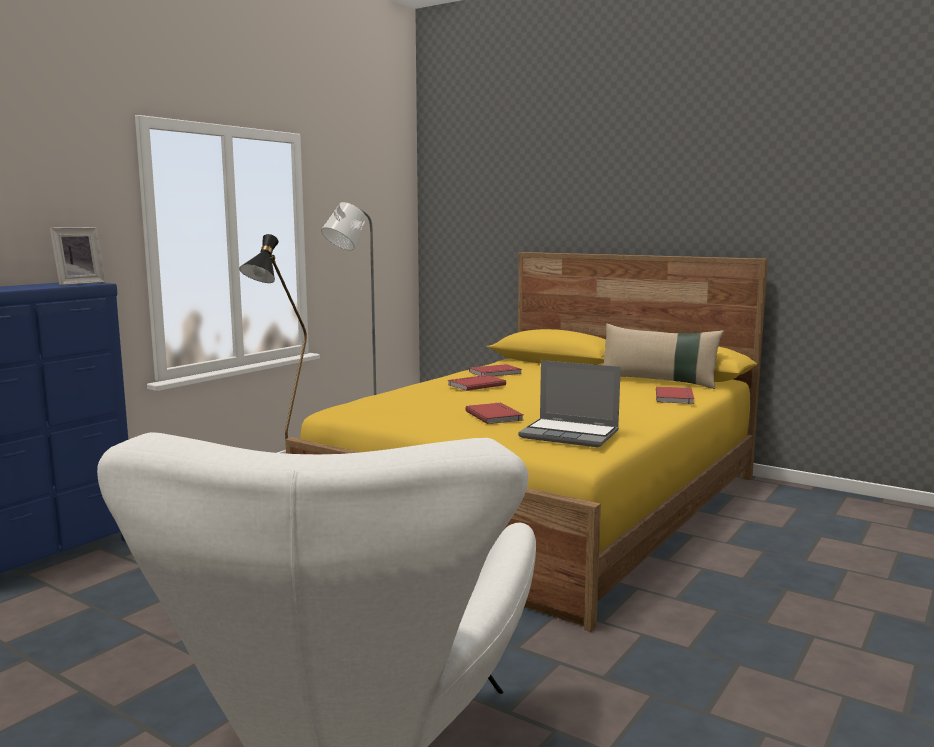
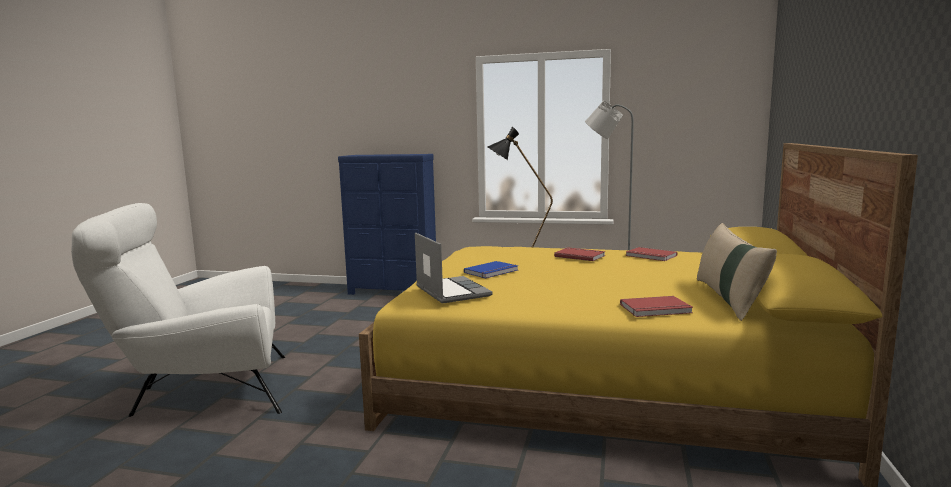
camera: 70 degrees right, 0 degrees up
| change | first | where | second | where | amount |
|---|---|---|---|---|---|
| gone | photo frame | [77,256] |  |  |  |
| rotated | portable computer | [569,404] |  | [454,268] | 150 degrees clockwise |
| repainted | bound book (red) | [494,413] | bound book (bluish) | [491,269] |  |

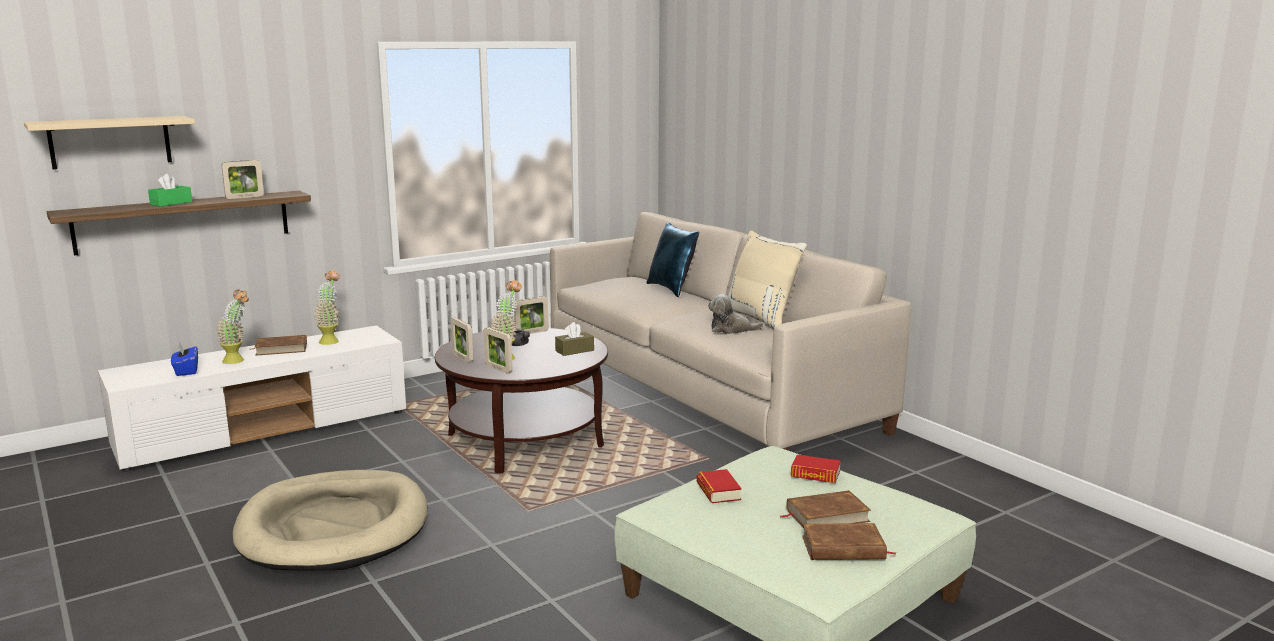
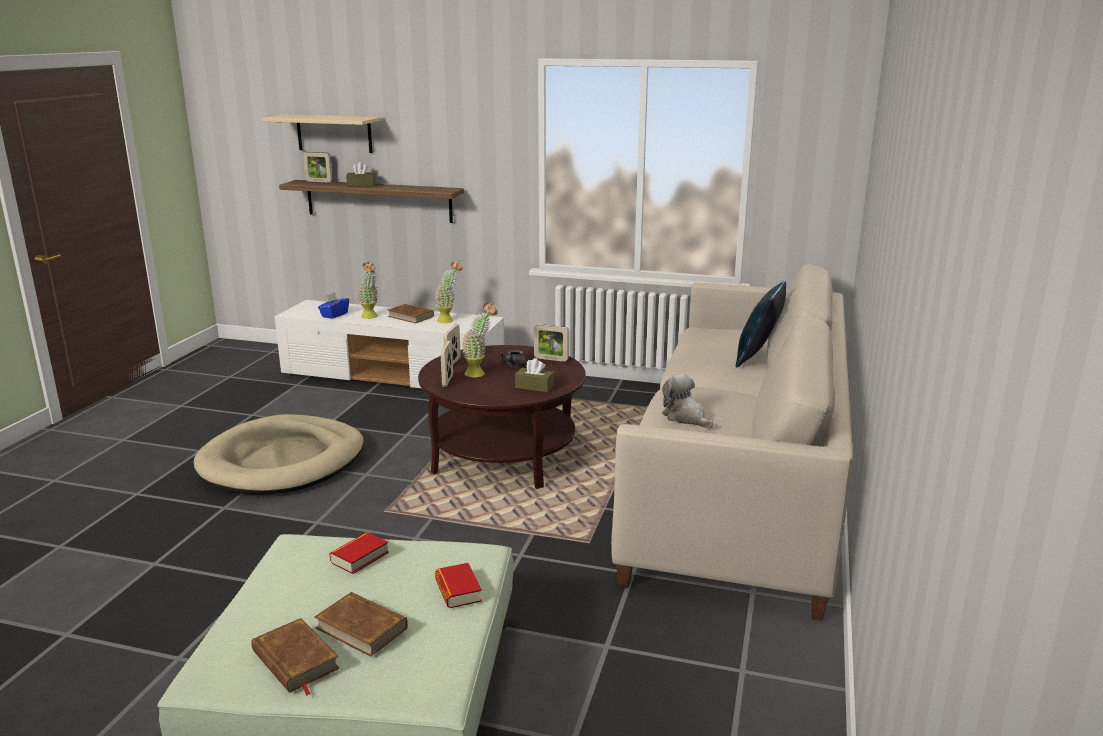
camera: 50 degrees right, 5 degrees up
| change | first | where | second | where | amount |
|---|---|---|---|---|---|
| shifted | photo frame | [242,179] |  | [317,167] |  |
| repainted | tissue box (greenish) | [170,190] | tissue box (brown-coloured) | [361,174] |  |
| gone | pillow (beige) | [767,279] |  |  |  |

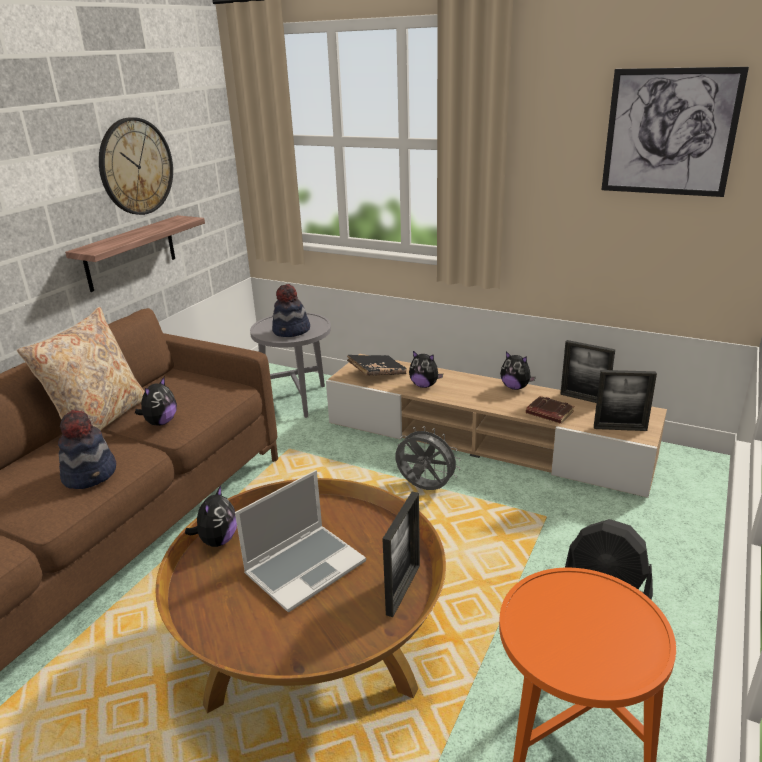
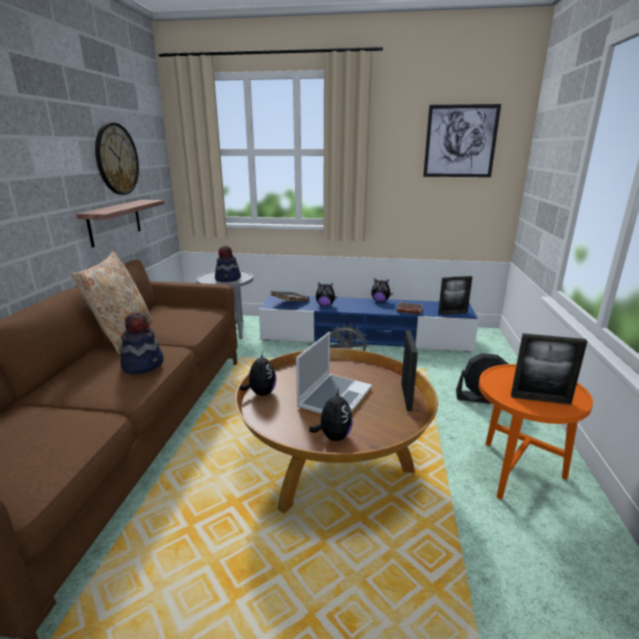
camera: 20 degrees left, 5 degrees down
| change | first | where | second | where | amount |
|---|---|---|---|---|---|
| shifted | photo frame | [587,371] |  | [549,369] |  |
| repainted | tv stand (beige) | [496,426] | tv stand (bluish) | [369,323] |  |
| shifted | plush toy | [156,401] |  | [331,414] |  |

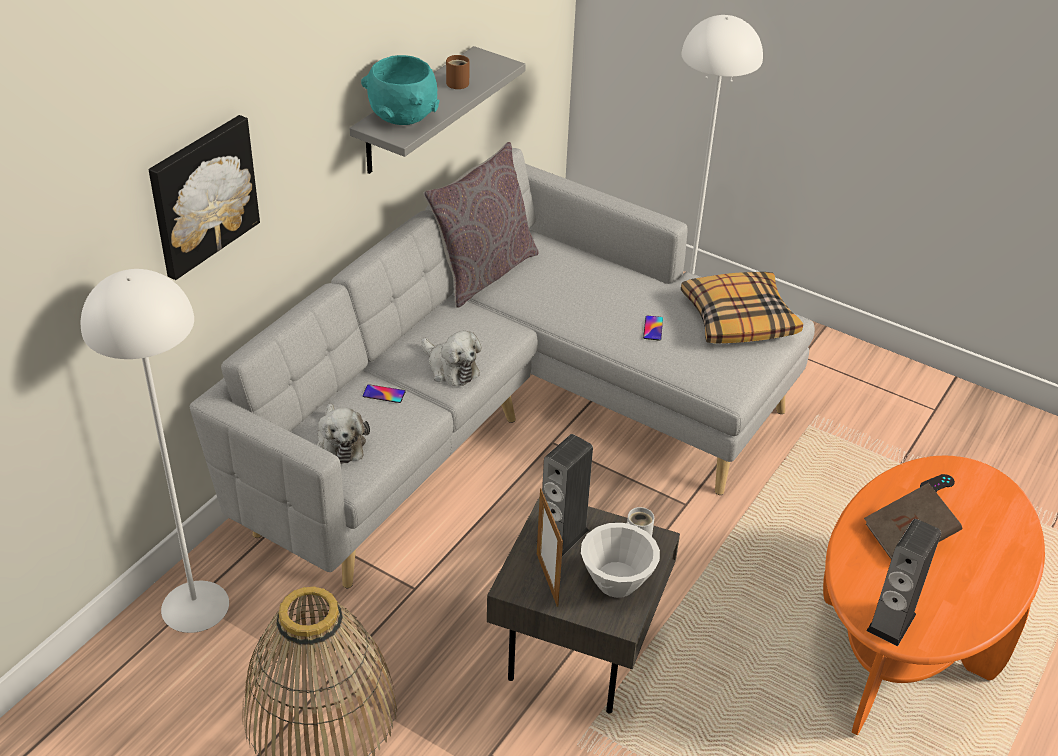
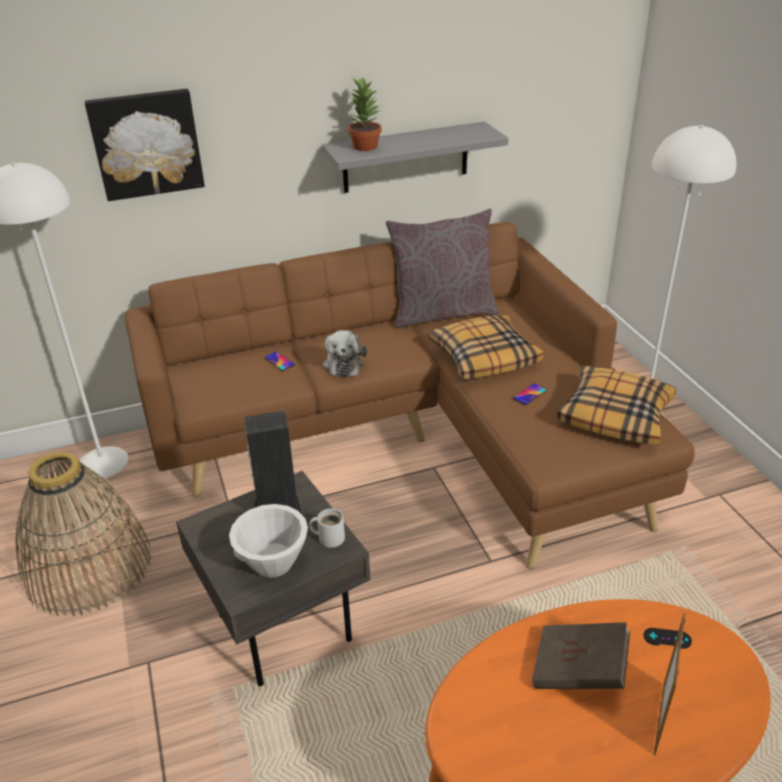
camera: 40 degrees right, 5 degrees down
| change | first | where | second | where | amount |
|---|---|---|---|---|---|
| swapped | serving bowl (turquoise-coloured) | [400,90] | potted plant | [365,114] |  |
| gone | mug (brown-coloured) | [457,72] |  |  |  |
| repainted | settee (gray) | [502,368] | settee (brown-coloured) | [409,395] |  |
| gone | plush toy | [343,433] |  |  |  |
| shifted | photo frame | [550,547] |  | [669,684] |  |
| gone | speaker | [903,582] |  |  |  |
| new |  |  | pillow | [486,347] |  |

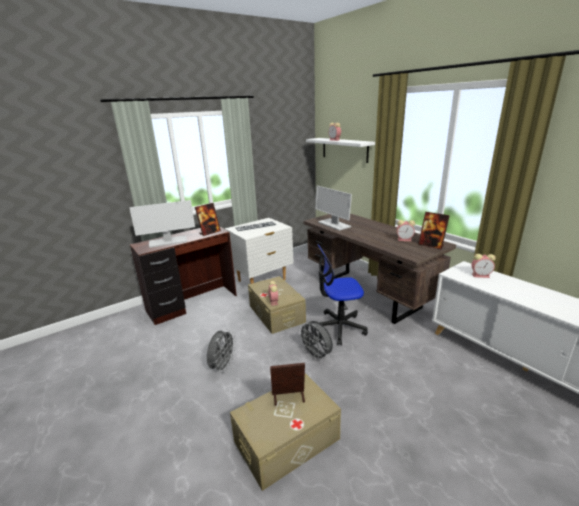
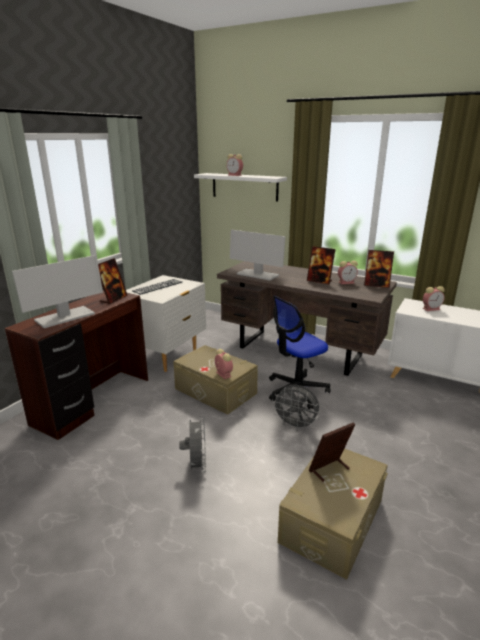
camera: 25 degrees left, 0 degrees up
| change | first | where | second | where | amount |
|---|---|---|---|---|---|
| new |  |  | photo frame | [321,265] |  |

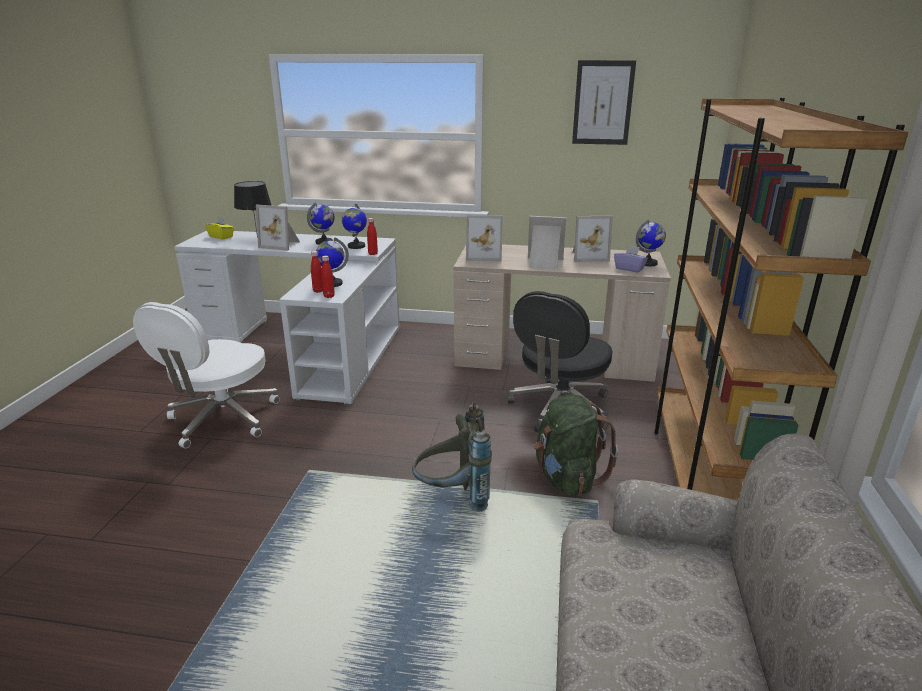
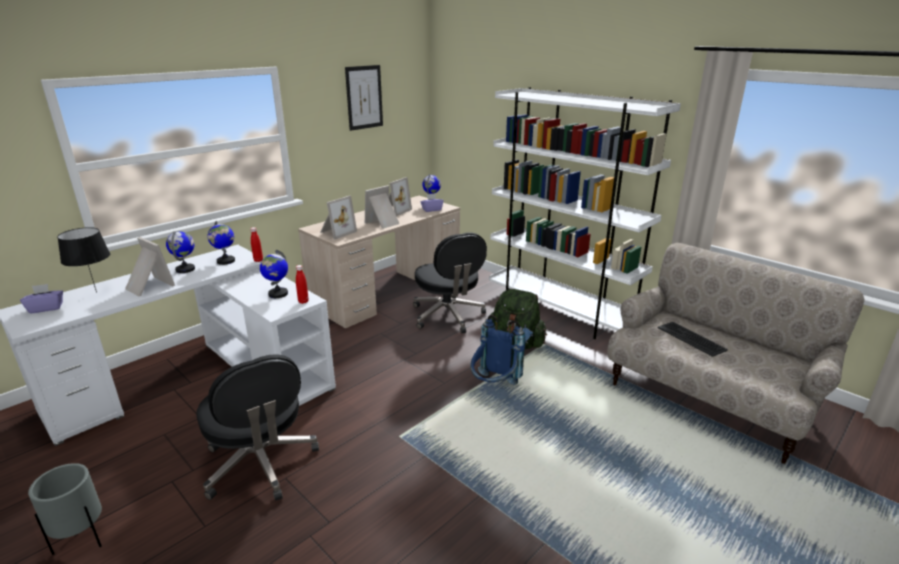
camera: 55 degrees left, 0 degrees up
| change | first | where | second | where | amount |
|---|---|---|---|---|---|
| repainted | bookcase (brown-coloured) | [781,299] | bookcase (whitish) | [585,213] |  |
| rotated | photo frame | [278,228] |  | [150,266] | 105 degrees counterclockwise |
| repainted | tissue box (yellow) | [219,228] | tissue box (purple-coloured) | [41,299] |  |
| gone | bottle (red) | [317,272] |  |  |  |
| repainted | computer chair (whitish) | [206,375] | computer chair (blackish) | [257,427] |  |
| repainted | backpack (gray) | [452,456] | backpack (bluish) | [497,350] |  |
| new |  |  | computer keyboard | [692,339] |  |
| new |  |  | flower pot (gray) | [65,509] |  |

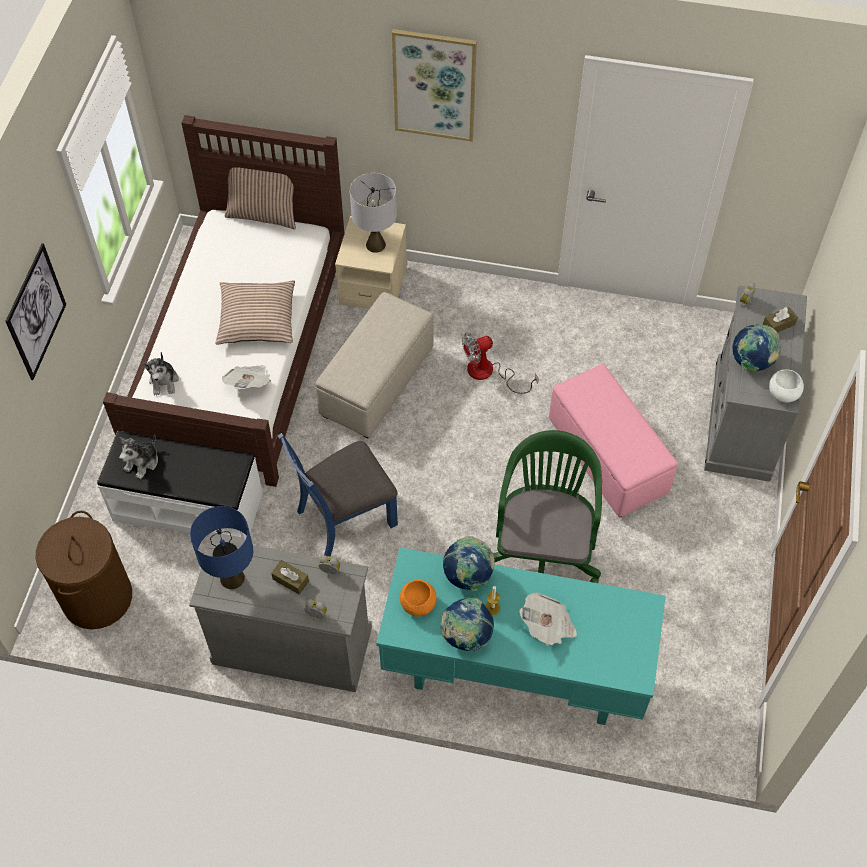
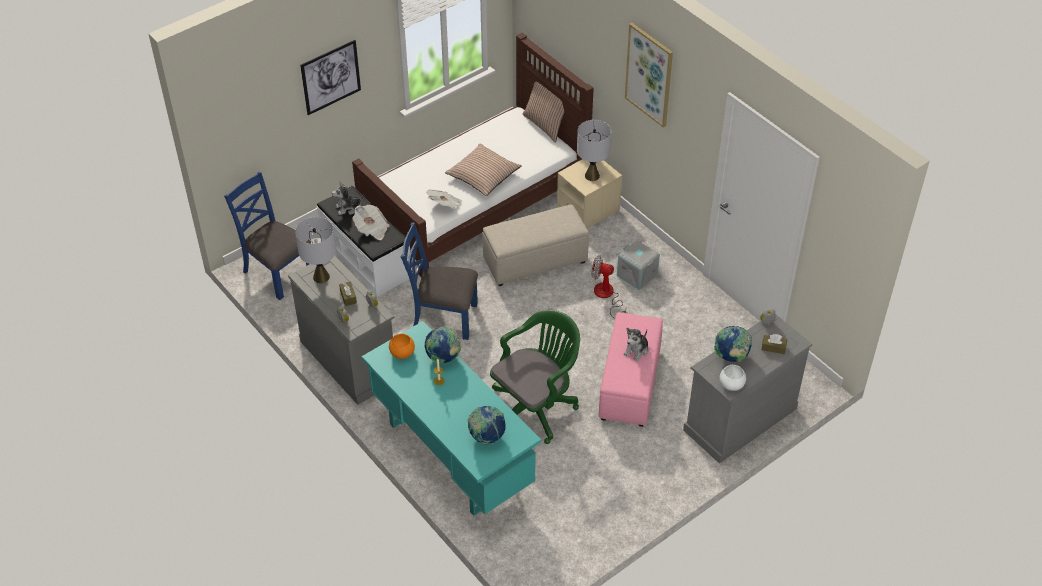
camera: 40 degrees right, 10 degrees down
| change | first | where | second | where | amount |
|---|---|---|---|---|---|
| shifted | plush toy | [160,373] |  | [636,344] |  |
| repainted | tabletop lamp (bluish) | [221,547] | tabletop lamp (gray) | [315,250] |  |
| swapped | hamper (brown-coloured) | [84,570] | plain chair (bluish) | [267,236] |  |
| shifted | printed paper | [548,619] |  | [371,222] |  |
| shifted | desk globe | [467,624] |  | [487,425] |  |
| new |  |  | storage bin (gray) | [638,265] |  |

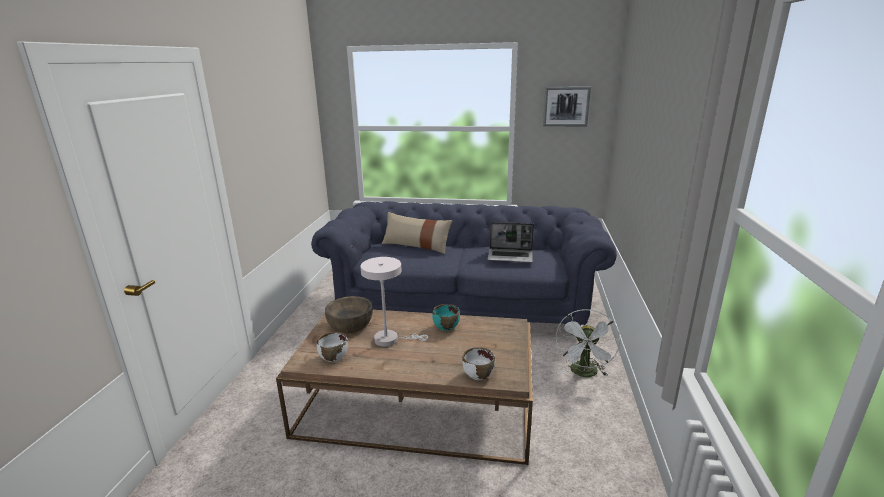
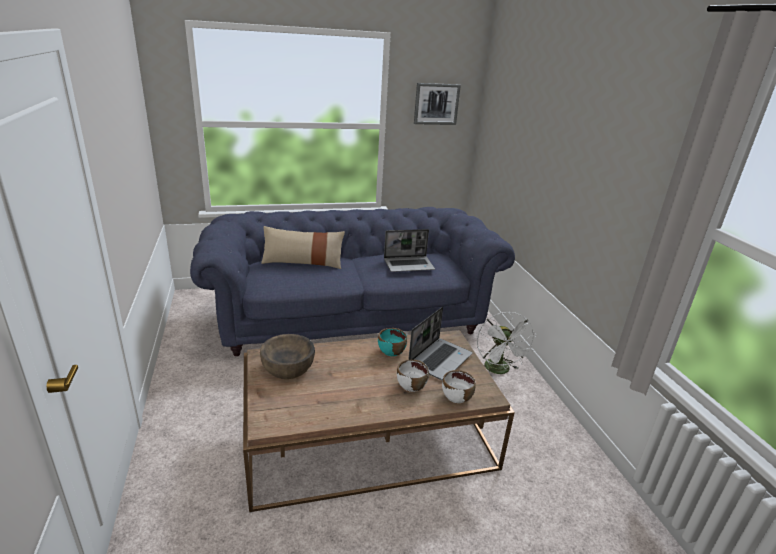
camera: 25 degrees left, 5 degrees up
| change | first | where | second | where | amount |
|---|---|---|---|---|---|
| gone | tabletop lamp (whitish) | [394,302] |  |  |  |
| shifted | serving bowl (whitish) | [332,347] |  | [413,376] |  |
| new |  |  | portable computer | [440,343] |  |

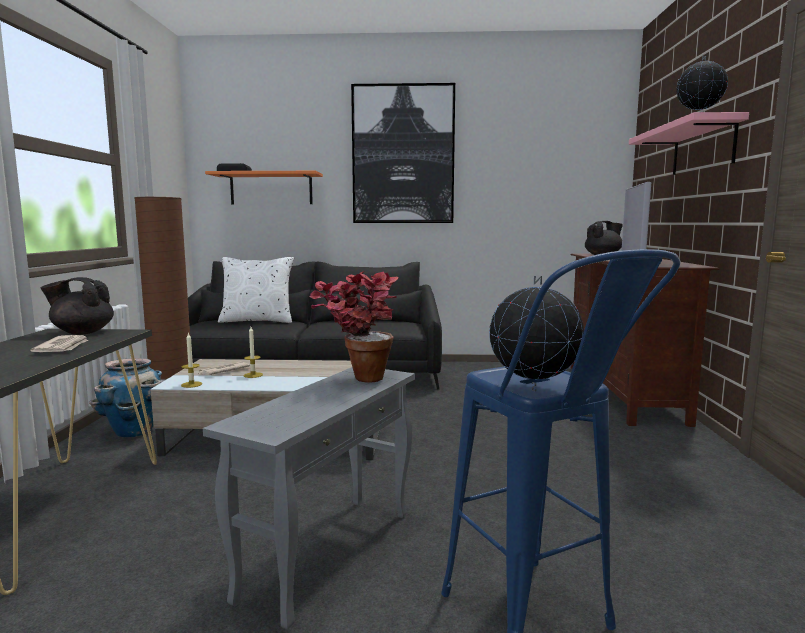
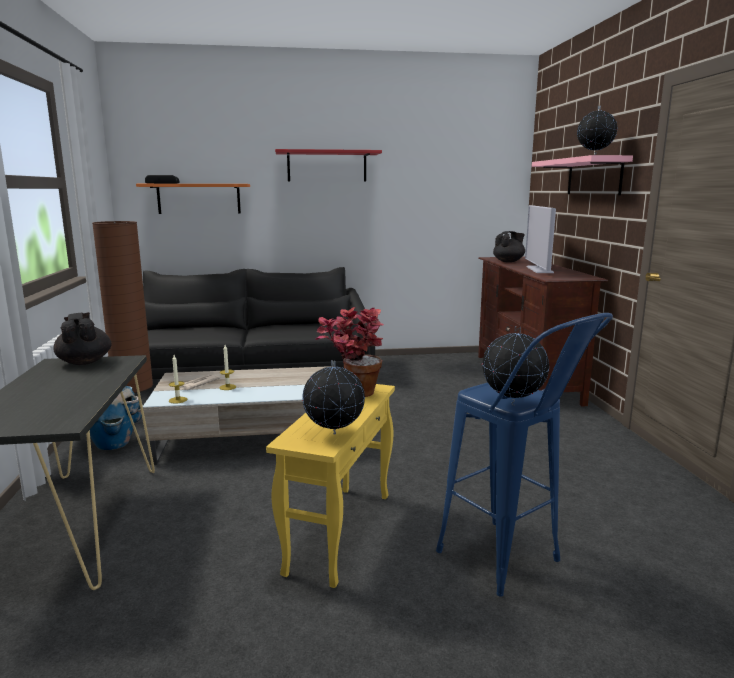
camera: 10 degrees left, 5 degrees up
| change | first | where | second | where | amount |
|---|---|---|---|---|---|
| swapped | wall art | [403,153] | wall shelf (red) | [328,165] |  |
| gone | pillow (whitish) | [256,290] |  |  |  |
| rotated | teapot (blackish) | [77,306] |  | [82,338] | 75 degrees clockwise |
| gone | printed paper | [59,343] |  |  |  |
| repainted | side table (gray) | [309,498] | side table (yellow) | [330,486] |  |
| new |  |  | desk globe | [333,397] |  |

